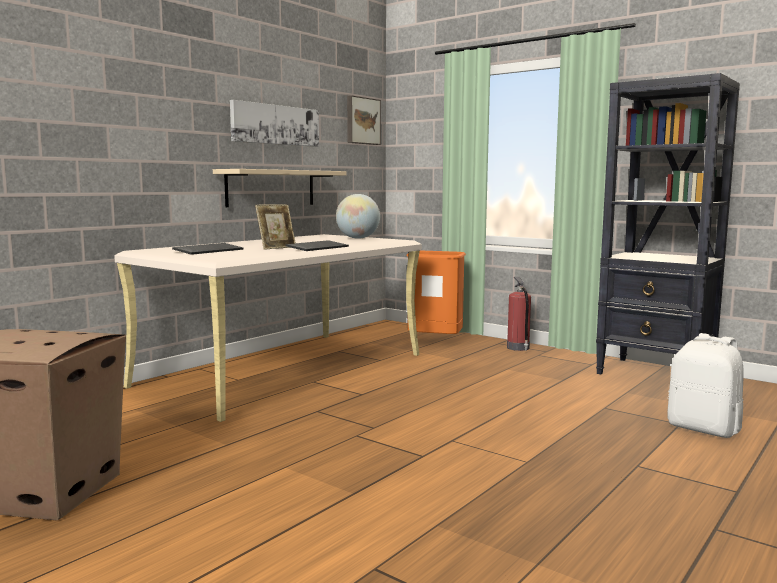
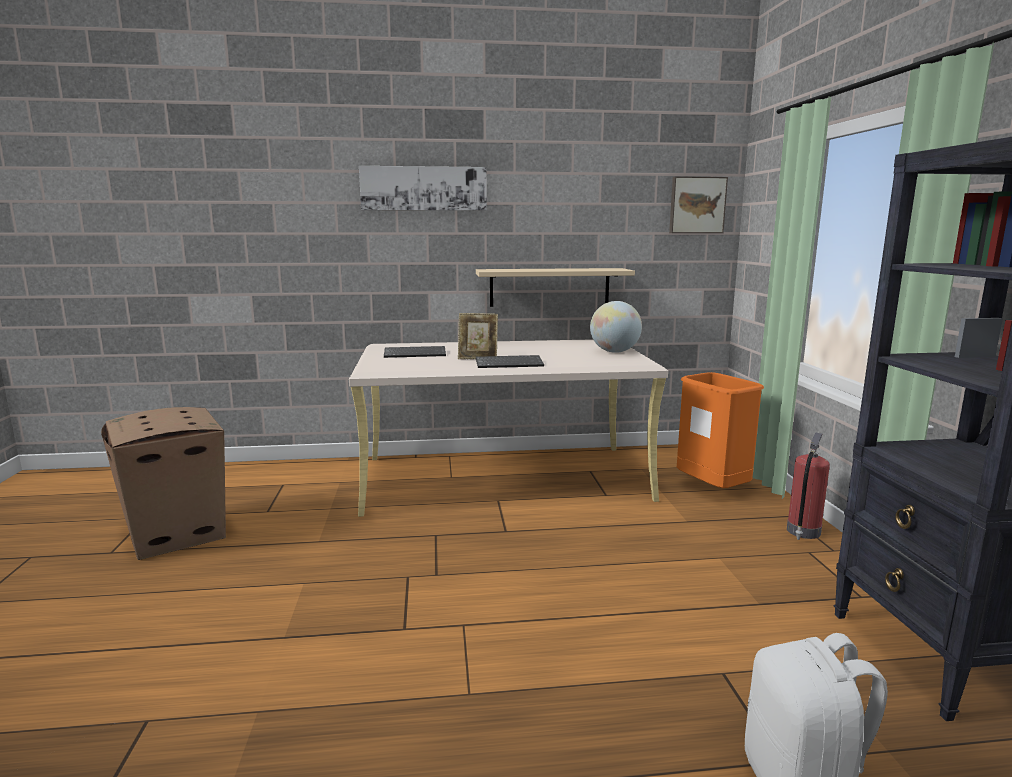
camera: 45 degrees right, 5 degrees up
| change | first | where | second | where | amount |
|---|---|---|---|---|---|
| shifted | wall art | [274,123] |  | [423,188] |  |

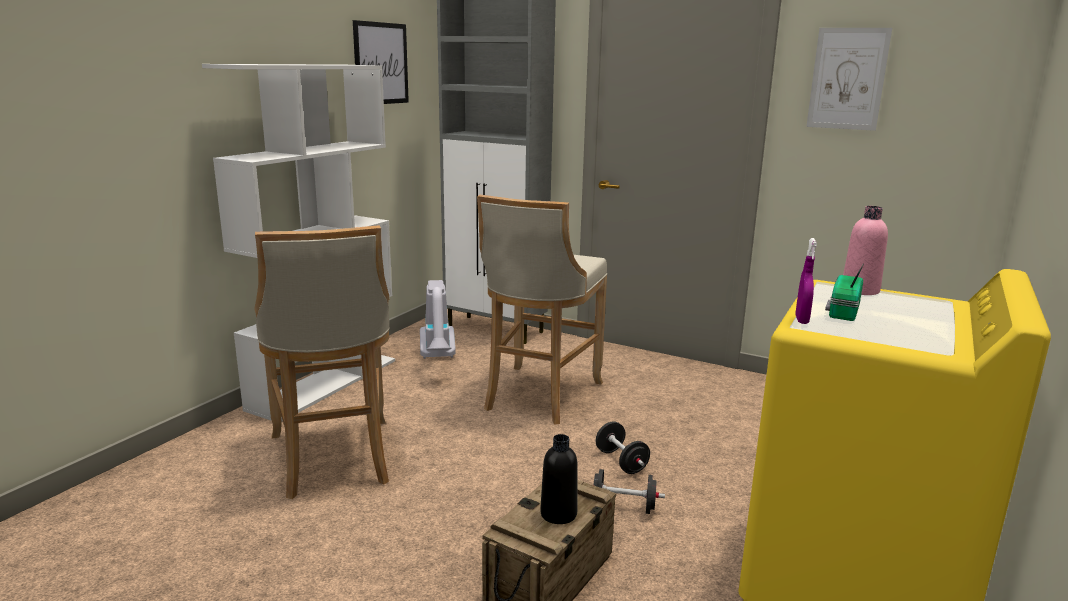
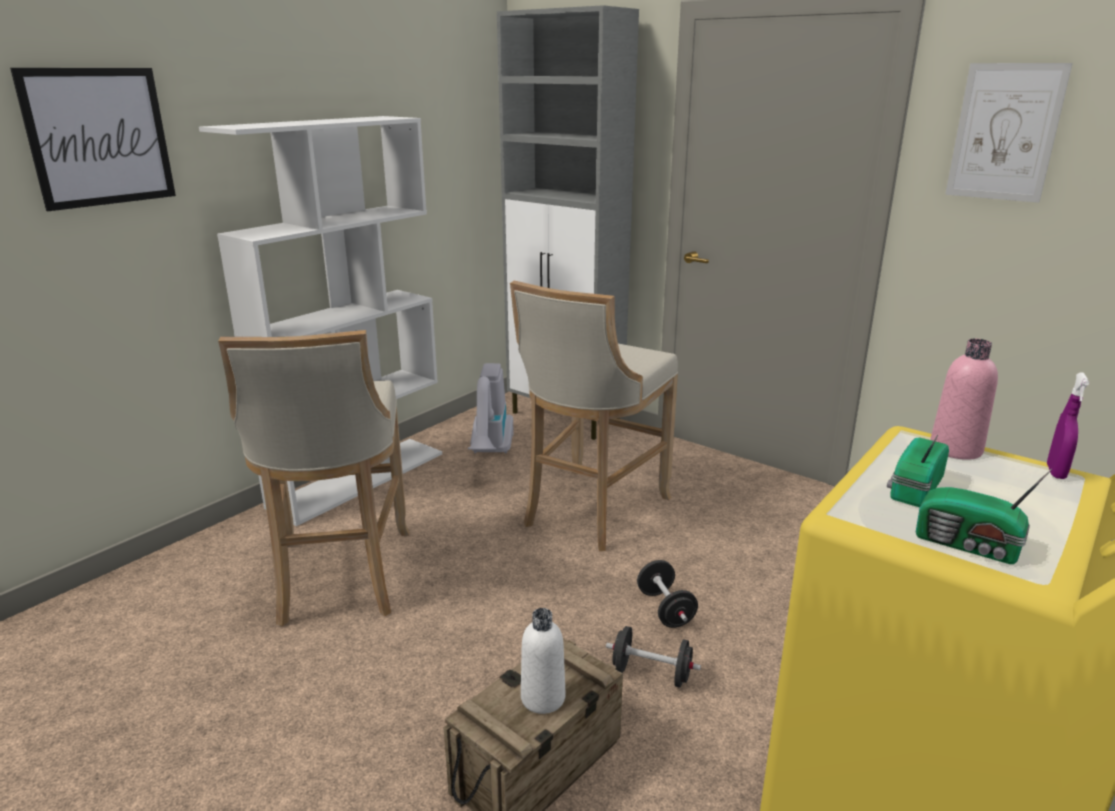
camera: 10 degrees right, 5 degrees up
| change | first | where | second | where | amount |
|---|---|---|---|---|---|
| shifted | wall art | [381,62] |  | [93,139] |  |
| shifted | spray bottle (purple-coloured) | [806,281] |  | [1068,425] |  |
| repainted | bottle (blackish) | [559,479] | bottle (whitish) | [543,661] |  |
| new |  |  | radio set | [984,516] |  |

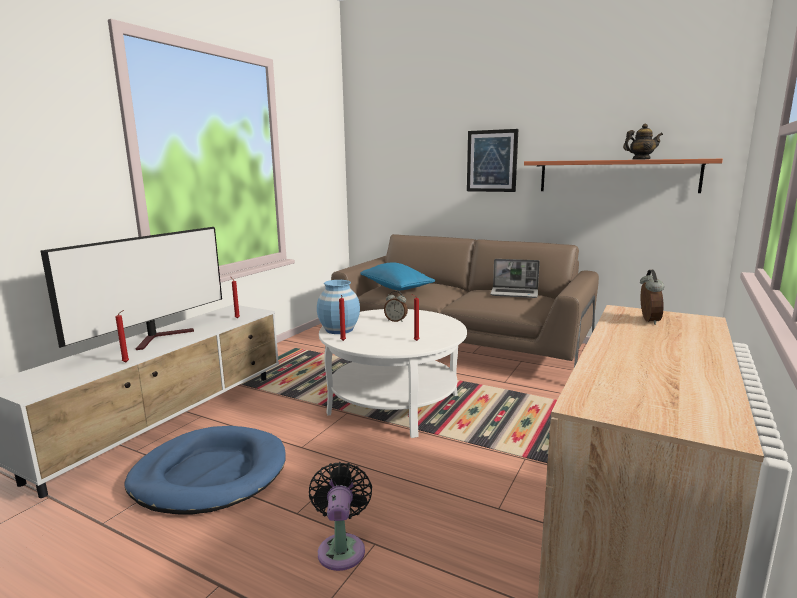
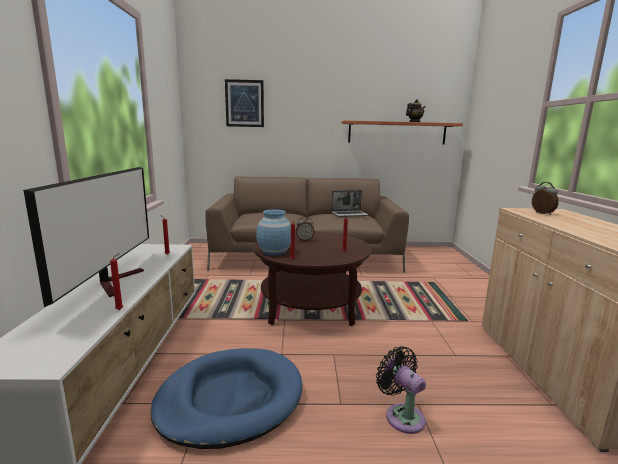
camera: 30 degrees left, 0 degrees up
| change | first | where | second | where | amount |
|---|---|---|---|---|---|
| shifted | wall art | [492,160] |  | [244,103] |  |
| gone | pillow (bluish) | [398,276] |  |  |  |
| repainted | low table (whitish) | [393,373] | low table (brown-coloured) | [312,278] |  |

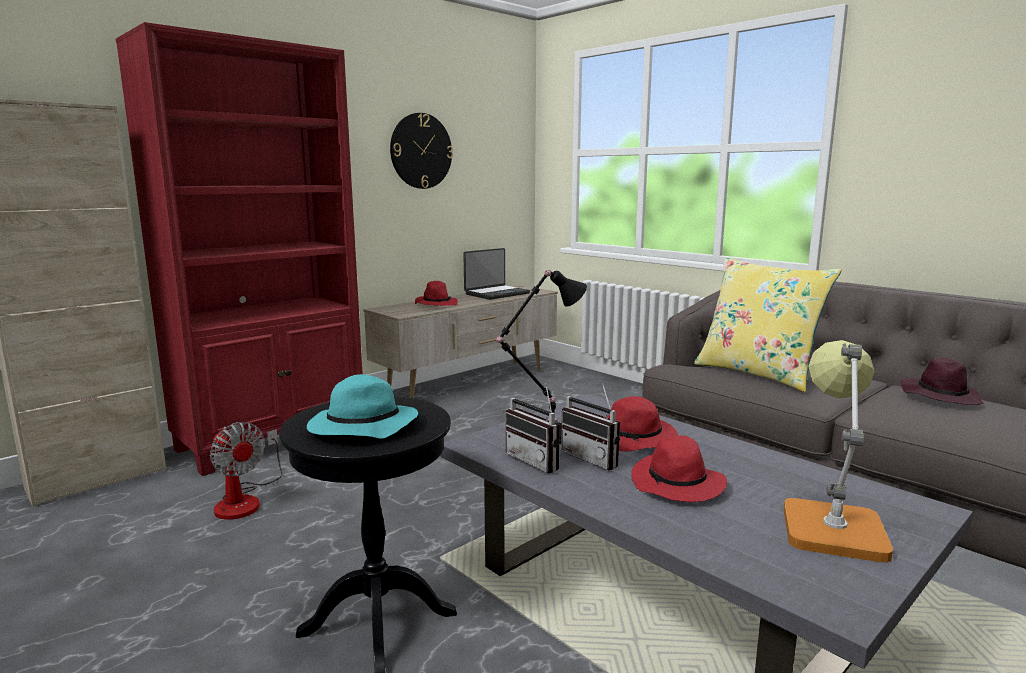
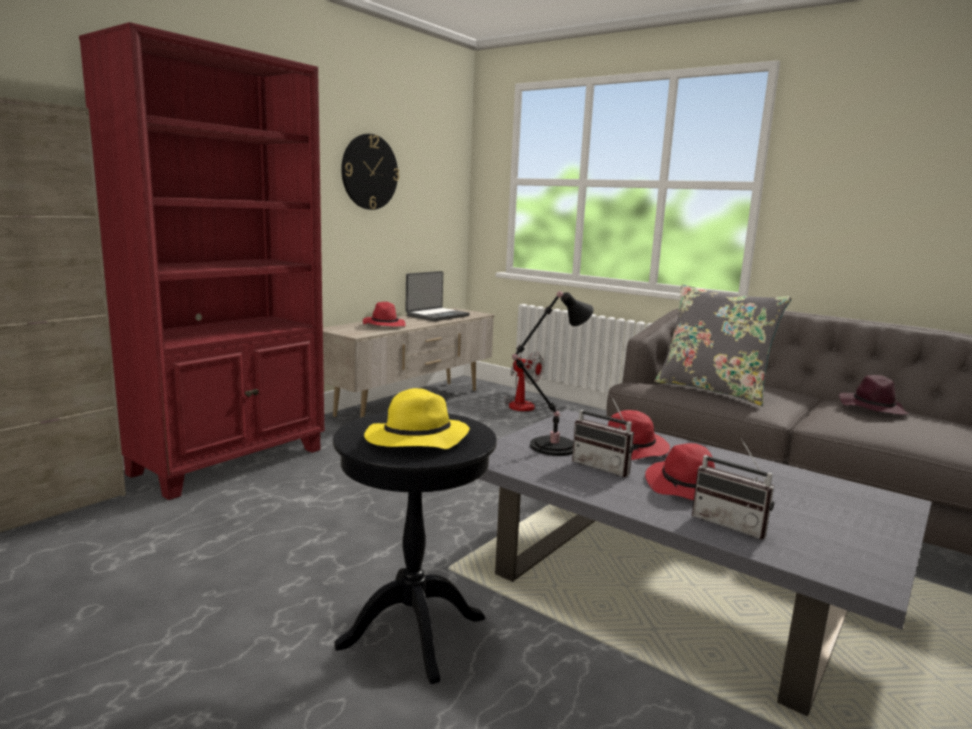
camera: 10 degrees left, 0 degrees up
| change | first | where | second | where | amount |
|---|---|---|---|---|---|
| repainted | pillow (yellow) | [768,324] | pillow (gray) | [723,345] |  |
| gone | tabletop lamp | [838,451] |  |  |  |
| repainted | wearable hat (turquoise-coloured) | [362,406] | wearable hat (yellow) | [417,418] |  |
| shifted | radio set | [532,428] |  | [733,488] |  |
| shifted | electric fan | [246,471] |  | [524,381] |  |

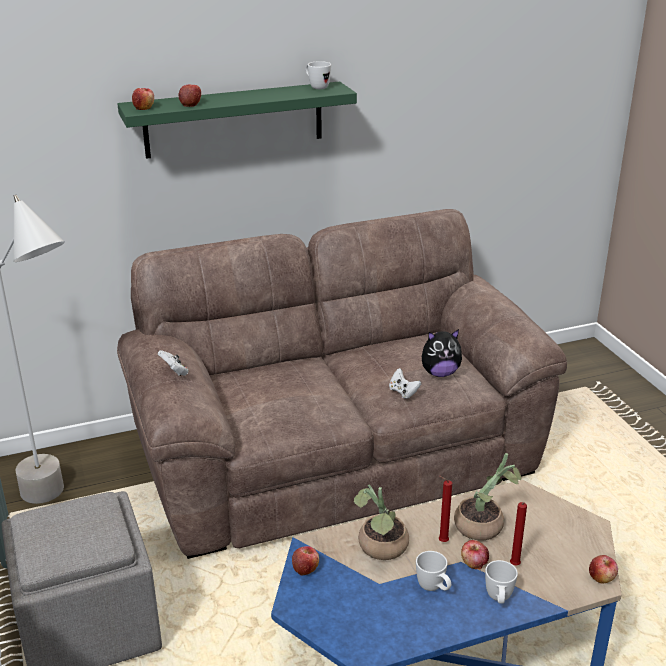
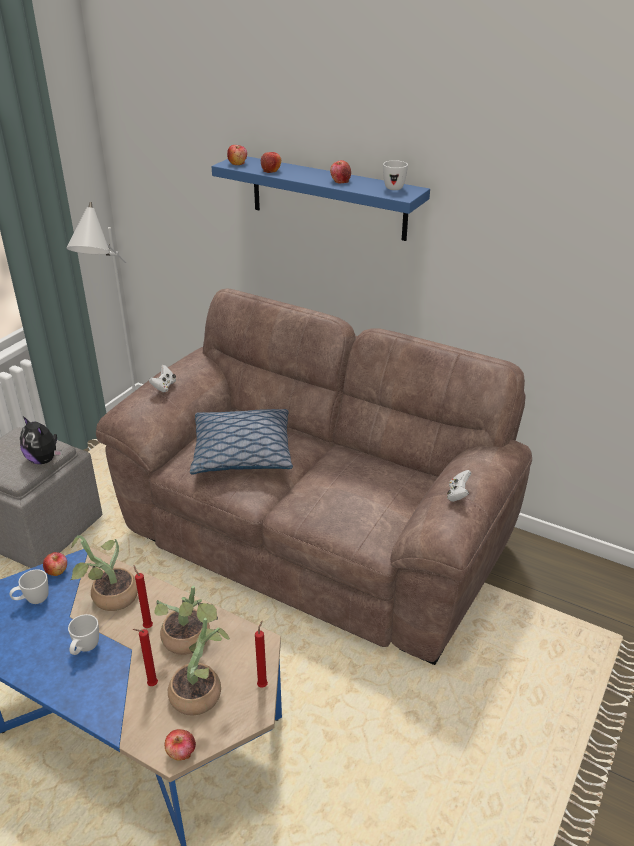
camera: 50 degrees right, 5 degrees up
| change | first | where | second | where | amount |
|---|---|---|---|---|---|
| repainted | wall shelf (greenish) | [237,120] | wall shelf (bluish) | [320,198] |  |
| shifted | plush toy | [442,353] |  | [41,440] |  |
| shifted | game controller (whitish) | [405,383] |  | [459,486] |  |
| shifted | apple fruit | [475,555] |  | [340,172] |  |
| shifted | mug (whitish) | [501,582] |  | [29,586] |  |
| new |  |  | pillow | [241,442] |  |
| new |  |  | potted plant | [199,667] |  |
| new |  |  | candle (red) | [261,654] |  |

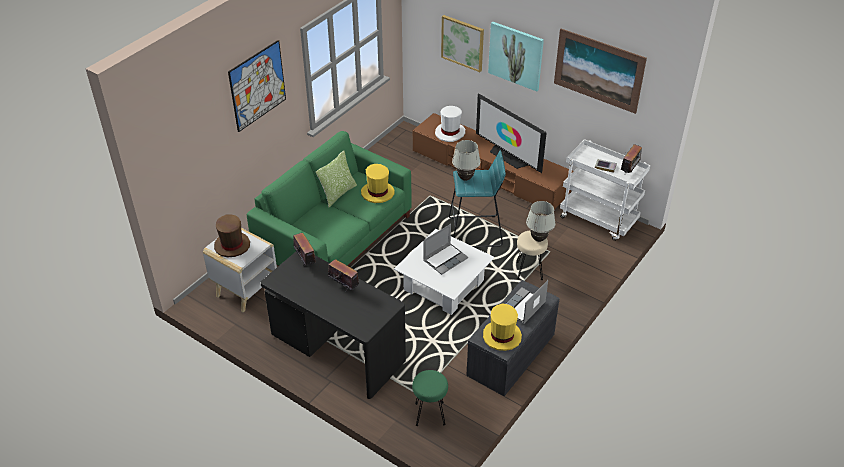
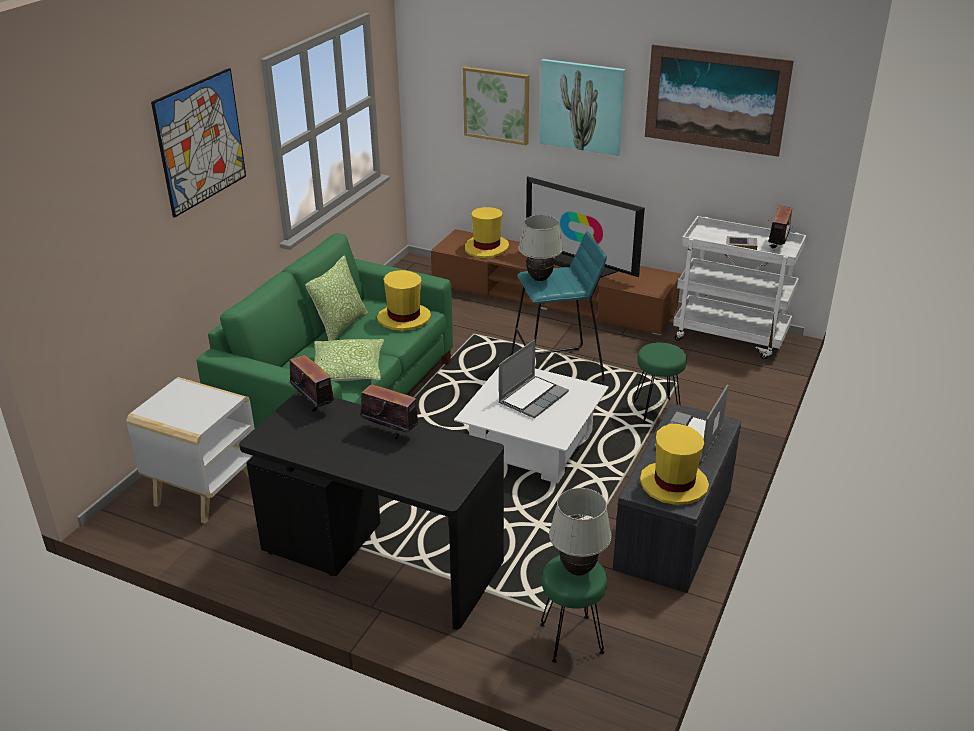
camera: 10 degrees left, 10 degrees down
| change | first | where | second | where | amount |
|---|---|---|---|---|---|
| repainted | wearable hat (whitish) | [450,124] | wearable hat (yellow) | [487,232] |  |
| shifted | tabletop lamp (whitish) | [540,221] |  | [580,532] |  |
| gone | wearable hat (brown-coloured) | [232,235] |  |  |  |
| repainted | stool (beige) | [532,255] | stool (greenish) | [660,382] |  |
| new |  |  | pillow | [349,360] |  |

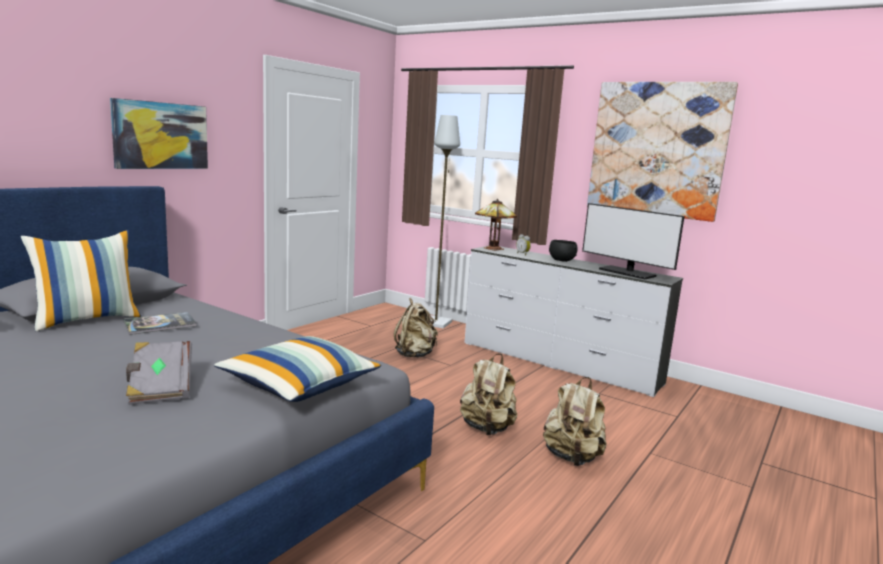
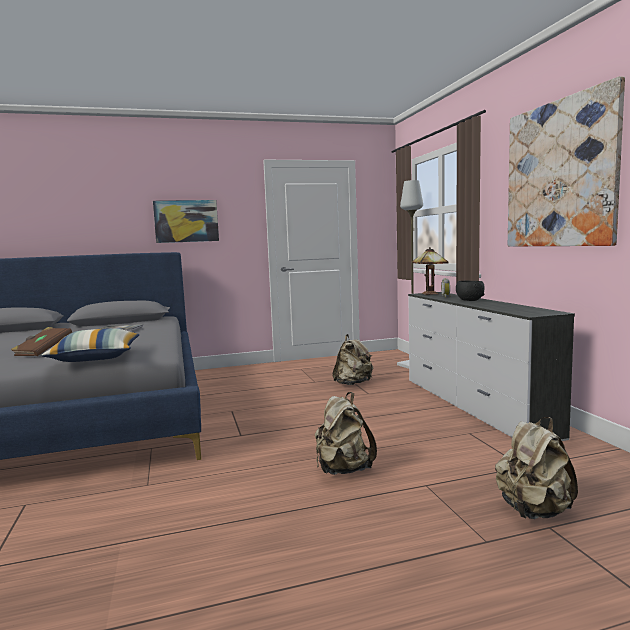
camera: 40 degrees right, 5 degrees down
| change | first | where | second | where | amount |
|---|---|---|---|---|---|
| gone | monitor | [633,241] |  |  |  |
| gone | pillow | [81,280] |  |  |  |
| repainted | bound book (gray) | [159,373] | bound book (brown-coloured) | [41,341] |  |
| shifted | backpack (beige) | [488,394] |  | [536,468] |  |

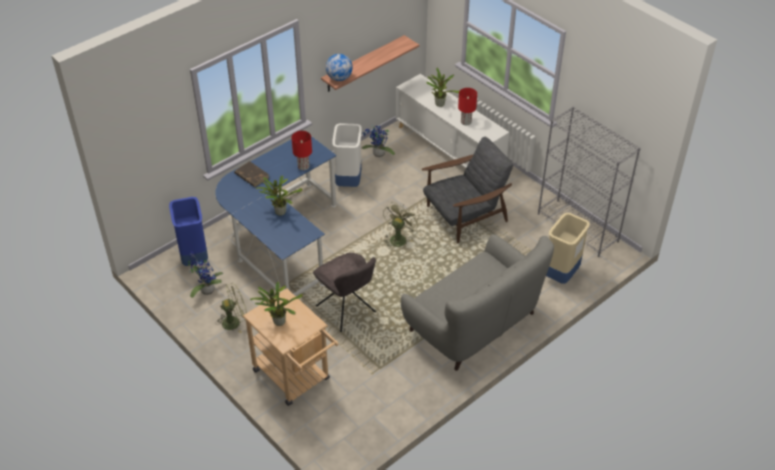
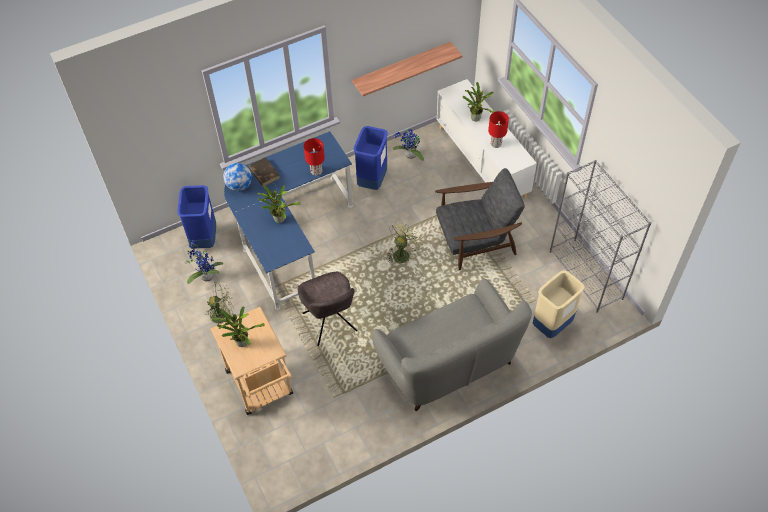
camera: 15 degrees right, 10 degrees up
| change | first | where | second | where | amount |
|---|---|---|---|---|---|
| shifted | desk globe | [339,67] |  | [237,177] |  |
| repainted | rubbish bin (whitish) | [347,155] | rubbish bin (bluish) | [371,158] |  |

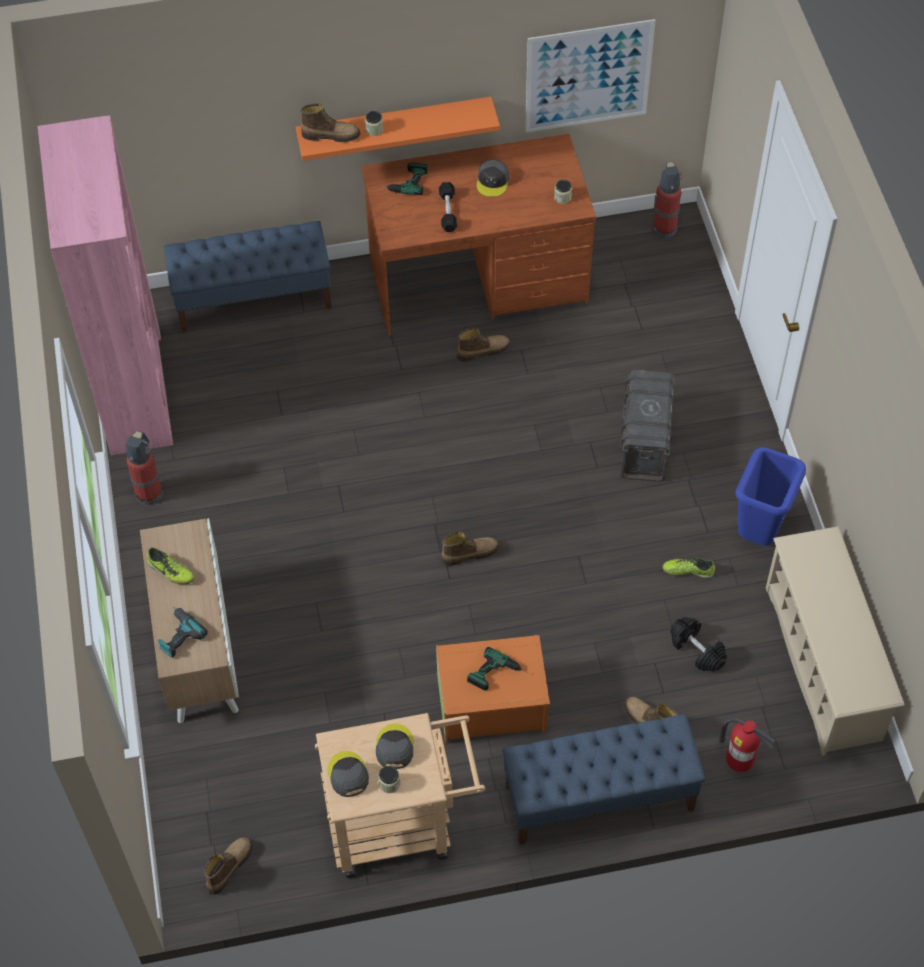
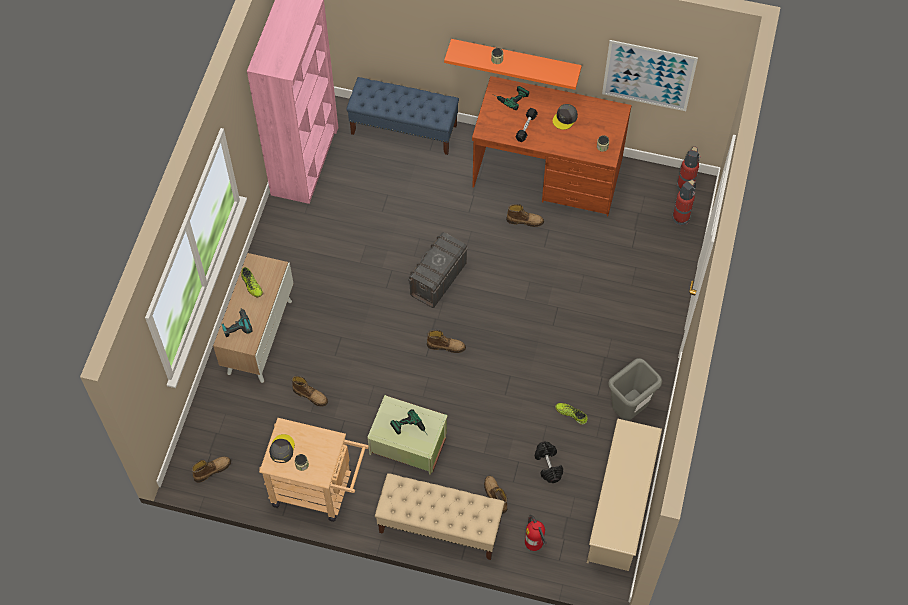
camera: 25 degrees right, 5 degrees up
| change | first | where | second | where | amount |
|---|---|---|---|---|---|
| shifted | high-top boot | [330,122] |  | [310,391] |  |
| shifted | storage bin (gray) | [647,426] |  | [438,270] |  |
| shifted | fire extinguisher | [144,467] |  | [684,202] |  |
| repainted | rubbish bin (bluish) | [770,496] | rubbish bin (gray) | [635,389] |  |
| repainted | storage bin (orange-coloured) | [493,689] | storage bin (greenish) | [407,435] |  |
| repainted | indoor bench (bluish) | [604,779] | indoor bench (beige) | [440,516] |  |
| gone | peaked cap (gray) | [394,746] |  |  |  |

